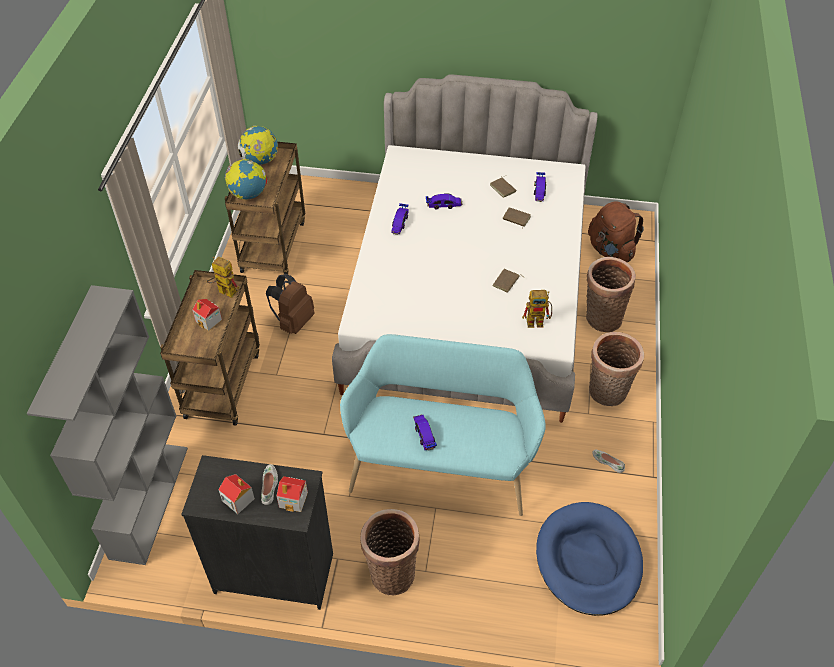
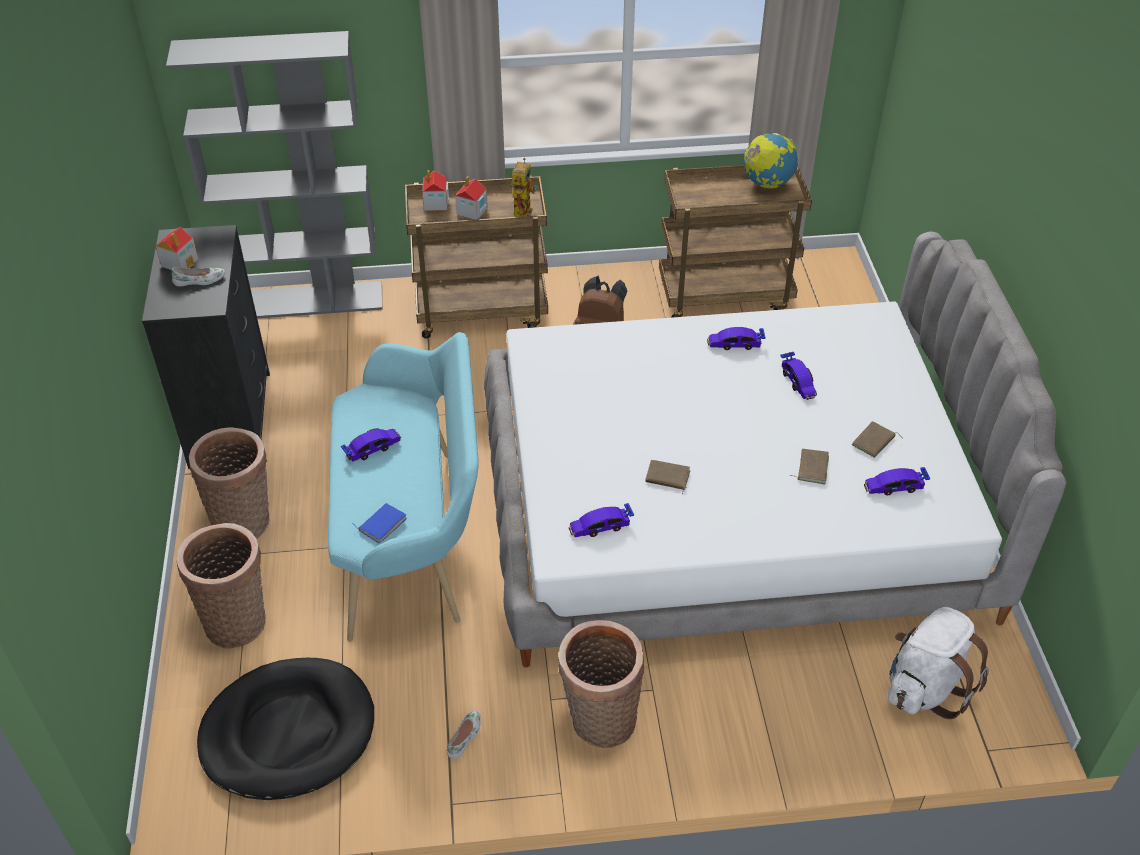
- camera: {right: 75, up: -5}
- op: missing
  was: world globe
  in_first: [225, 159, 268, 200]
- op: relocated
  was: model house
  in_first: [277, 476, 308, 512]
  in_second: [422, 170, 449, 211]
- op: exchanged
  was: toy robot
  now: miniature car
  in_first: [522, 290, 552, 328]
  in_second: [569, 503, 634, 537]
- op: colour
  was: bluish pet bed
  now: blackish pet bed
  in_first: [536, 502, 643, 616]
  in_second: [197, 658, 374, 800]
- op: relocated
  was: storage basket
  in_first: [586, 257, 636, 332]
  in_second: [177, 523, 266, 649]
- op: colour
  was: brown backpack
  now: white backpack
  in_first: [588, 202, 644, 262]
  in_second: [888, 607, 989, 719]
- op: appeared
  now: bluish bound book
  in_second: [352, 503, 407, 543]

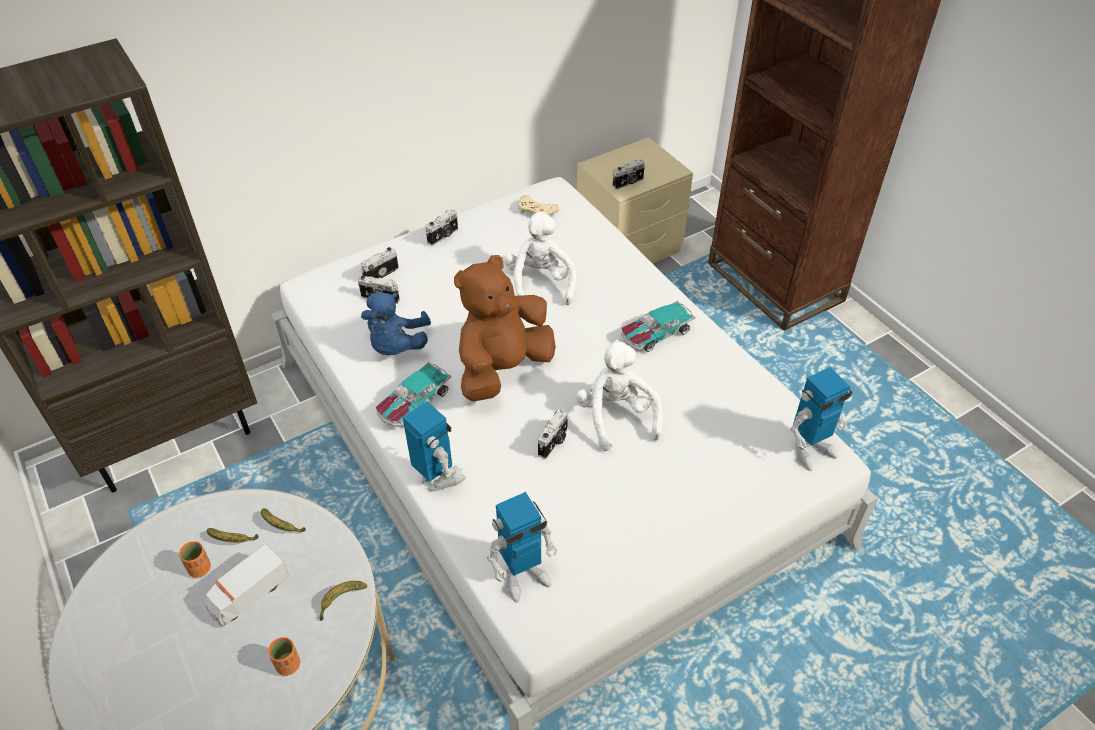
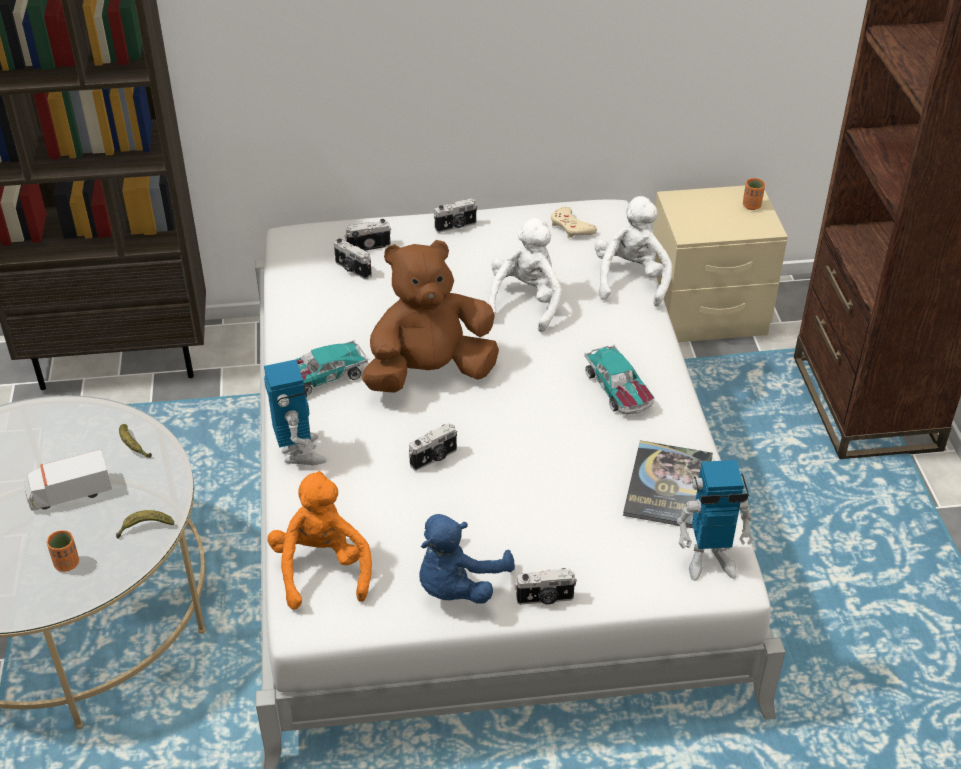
- camera: {right: 25, up: -5}
- op: relocated
  was: orange drinking cup
  in_first: [179, 541, 211, 578]
  in_second: [743, 178, 765, 210]
- op: missing
  was: whole banana
  in_first: [206, 528, 258, 542]
- op: relocated
  was: bluish cuddly toy
  in_first: [361, 292, 431, 355]
  in_second: [420, 514, 515, 604]
- op: exchanged
  was: toy robot
  now: orange cuddly toy
  in_first: [487, 492, 557, 603]
  in_second: [267, 471, 372, 610]
- op: relocated
  was: white cuddly toy
  in_first: [576, 340, 663, 451]
  in_second: [595, 196, 672, 307]
- op: relocated
  was: photo camera
  in_first: [613, 159, 645, 190]
  in_second: [515, 568, 577, 605]
- op: spun
  was: miniature car
  in_first: [621, 300, 696, 352]
  in_second: [585, 344, 655, 414]
  clockwise: -105
- op: appeared
  now: bound book
  in_second: [623, 440, 713, 528]

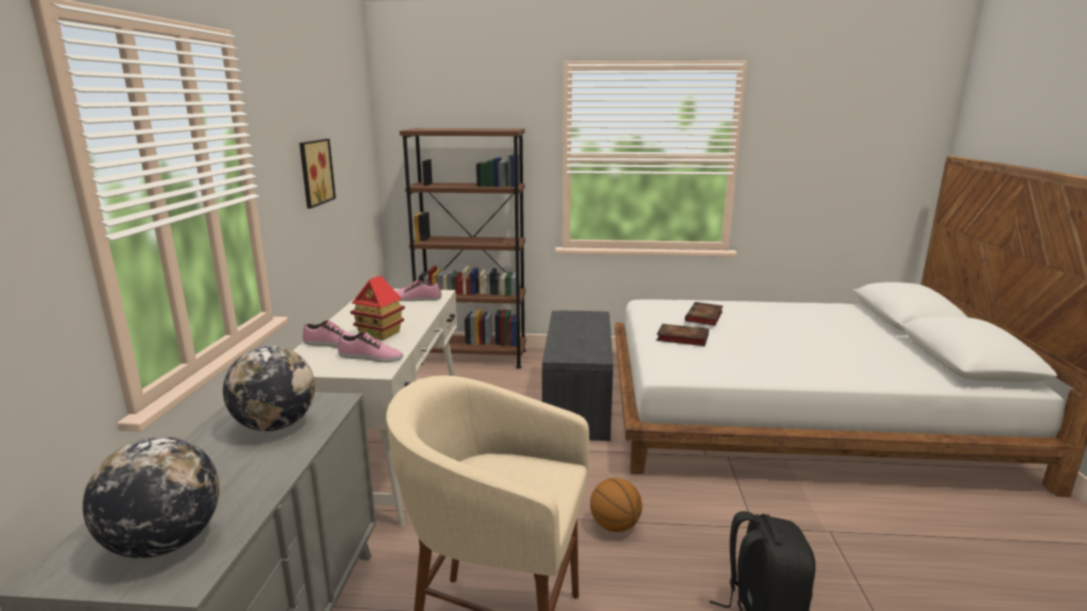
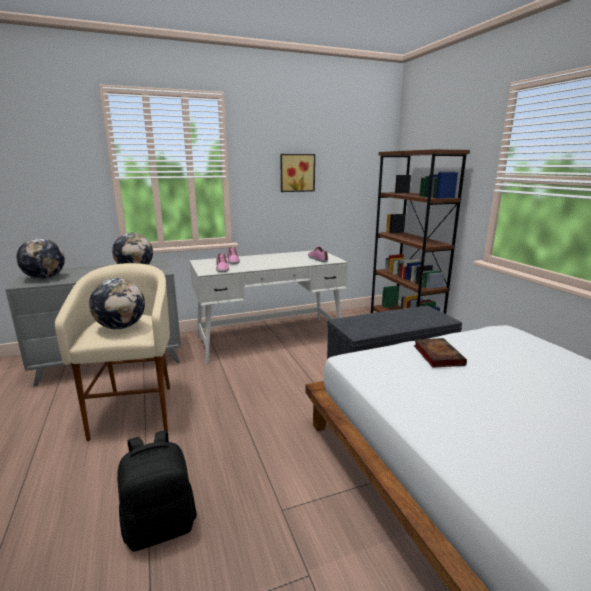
- camera: {right: 65, up: 0}
- op: missing
  was: model house
  in_first: [350, 275, 405, 340]
- op: missing
  was: basketball ball
  in_first: [590, 478, 642, 532]
- op: missing
  was: bound book
  in_first: [685, 302, 723, 326]
- op: appeared
  now: world globe
  in_second: [89, 278, 145, 329]

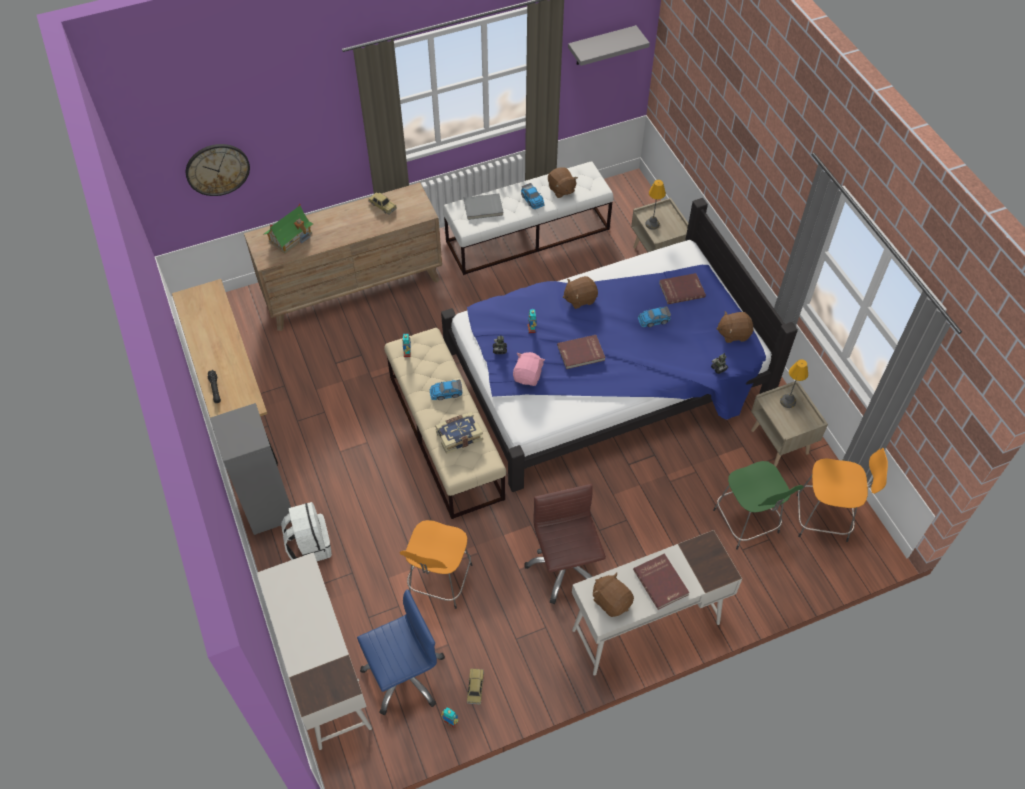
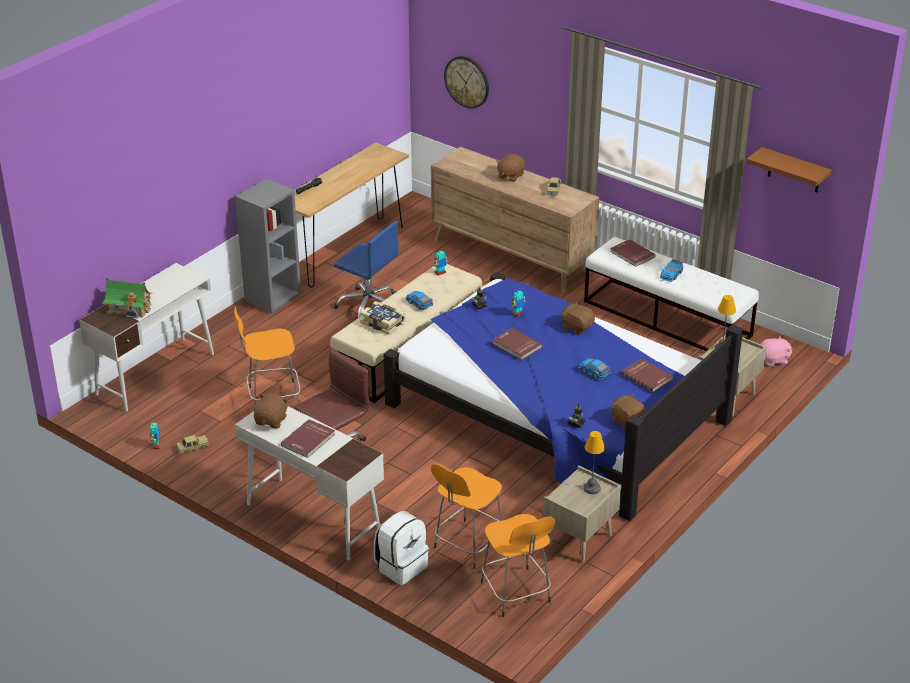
- camera: {right: 60, up: -20}
- op: relocated
  was: model house
  in_first: [264, 204, 313, 254]
  in_second: [102, 278, 151, 318]
- op: relocated
  was: white backpack
  in_first: [281, 502, 332, 561]
  in_second: [374, 511, 429, 585]
- op: relocated
  was: bluish computer chair
  in_first: [357, 589, 445, 715]
  in_second: [334, 221, 399, 318]
- op: colour
  was: grey bound book
  now: red bound book
  in_first: [464, 193, 504, 220]
  in_second: [610, 239, 656, 267]
- op: relocated
  was: pink-coloured cuddly toy
  in_first: [513, 352, 545, 386]
  in_second: [761, 336, 793, 367]
- op: relocated
  was: brown cuddly toy
  in_first: [548, 167, 578, 198]
  in_second: [496, 154, 525, 182]
- op: colour
  was: grey bracket shelf
  now: brown bracket shelf
  in_first: [568, 25, 650, 66]
  in_second: [746, 147, 831, 192]
- op: colour
  was: green-coloured sitting stool
  now: orange sitting stool
  in_first: [713, 461, 803, 550]
  in_second: [431, 464, 502, 569]

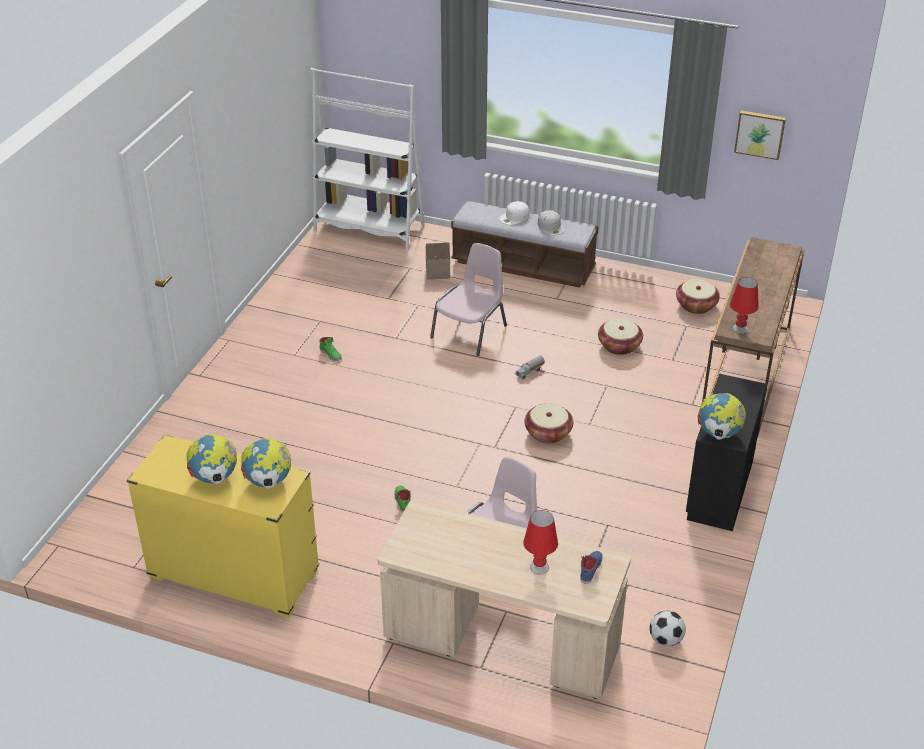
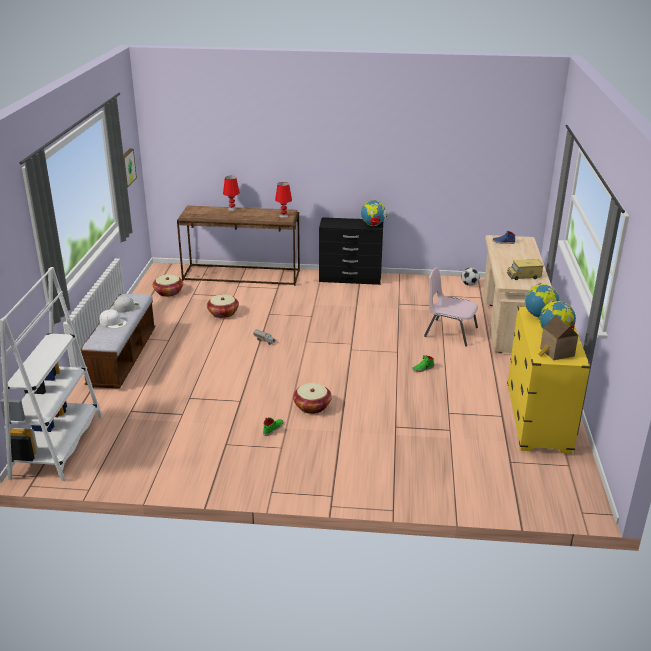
- camera: {right: -105, up: -10}
- op: relocated
  was: model house
  in_first: [426, 243, 450, 279]
  in_second: [538, 315, 578, 360]
- op: missing
  was: pink-coloured chair
  in_first: [430, 243, 507, 356]
- op: relocated
  was: red table lamp
  in_first: [523, 510, 558, 574]
  in_second: [223, 176, 240, 211]
- op: relocated
  was: storage basket
  in_first: [525, 403, 573, 444]
  in_second: [293, 383, 332, 414]
- op: appeared
  now: toy truck
  in_second: [507, 259, 544, 280]

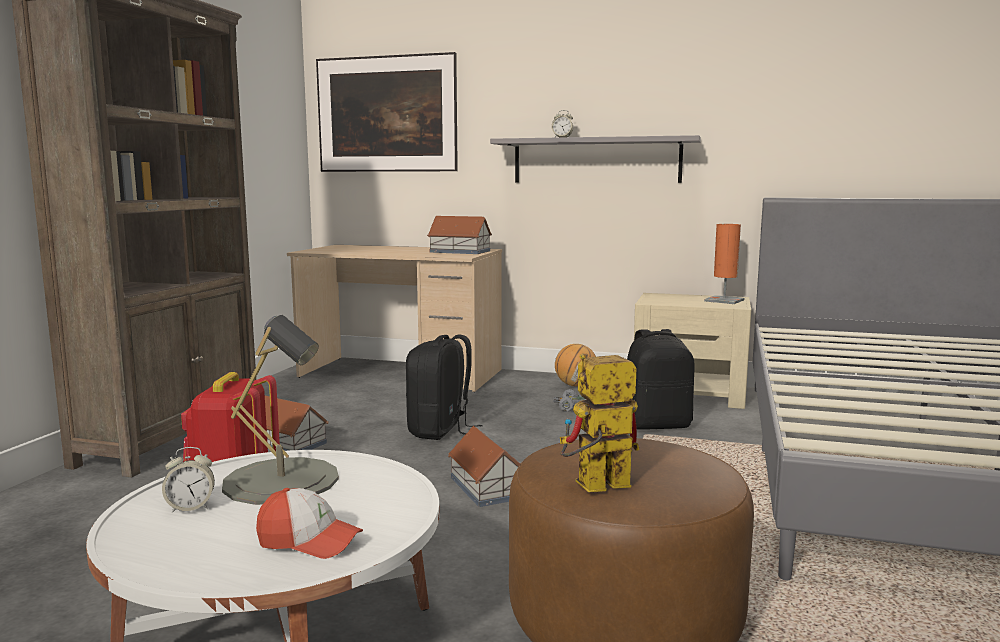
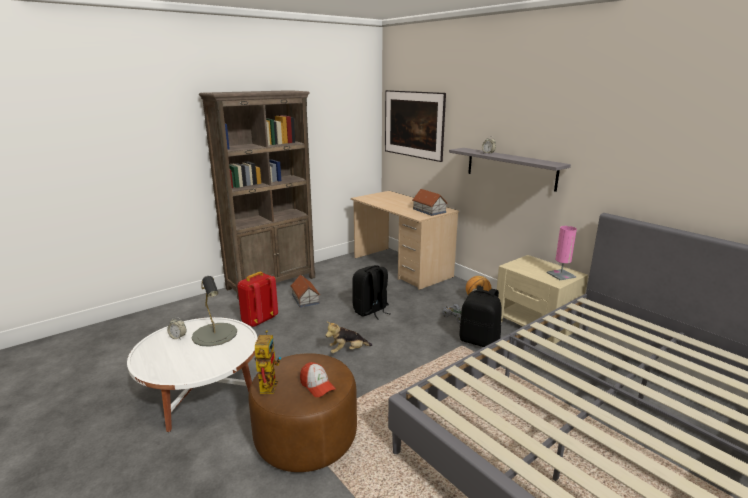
- camera: {right: 35, up: 10}
- op: relocated
  was: baseball cap
  in_first: [256, 488, 363, 559]
  in_second: [300, 362, 336, 397]
- op: exchanged
  was: model house
  now: cuddly toy
  in_first: [448, 426, 520, 507]
  in_second: [325, 322, 372, 353]
- op: spun
  was: toy robot
  in_first: [560, 353, 639, 492]
  in_second: [255, 330, 281, 394]
  clockwise: 75
- op: colour
  was: orange table lamp
  now: pink-coloured table lamp
  in_first: [704, 224, 744, 304]
  in_second: [547, 226, 577, 280]

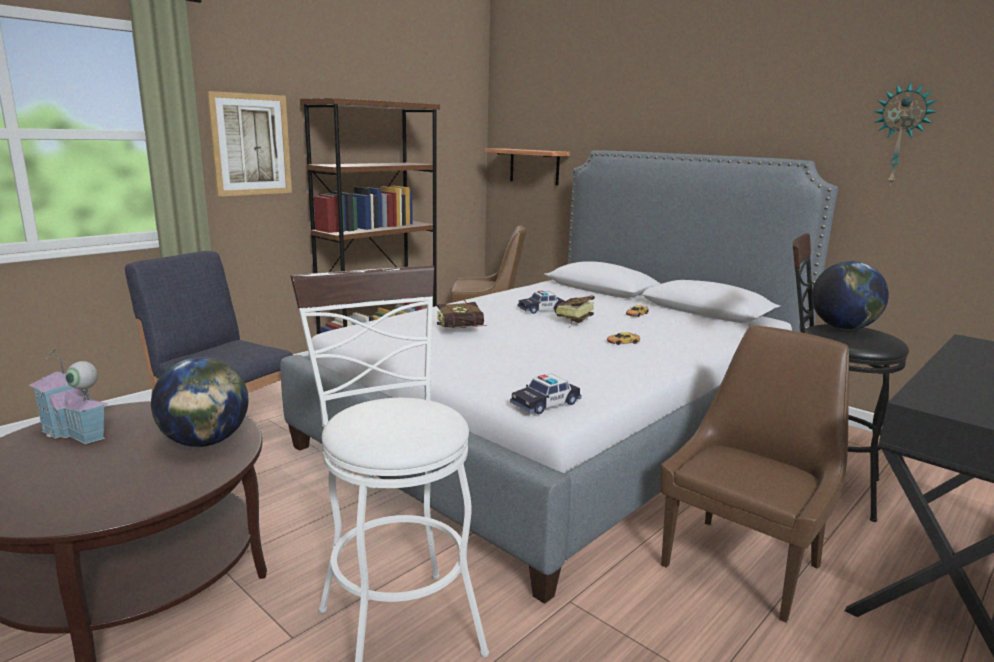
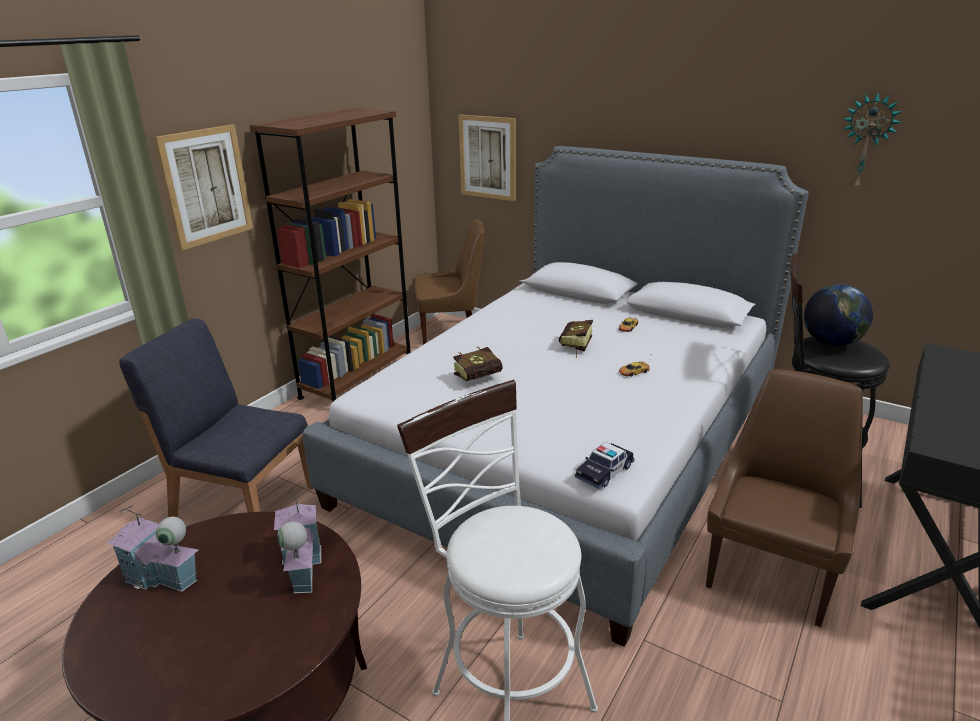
- camera: {right: -10, up: 10}
- op: exchanged
  was: world globe
  now: model house
  in_first: [151, 357, 248, 447]
  in_second: [274, 491, 321, 594]
- op: exchanged
  was: bracket shelf
  now: wall picture
  in_first: [485, 148, 570, 186]
  in_second: [458, 115, 516, 201]
- op: missing
  was: miniature car
  in_first: [518, 291, 564, 314]

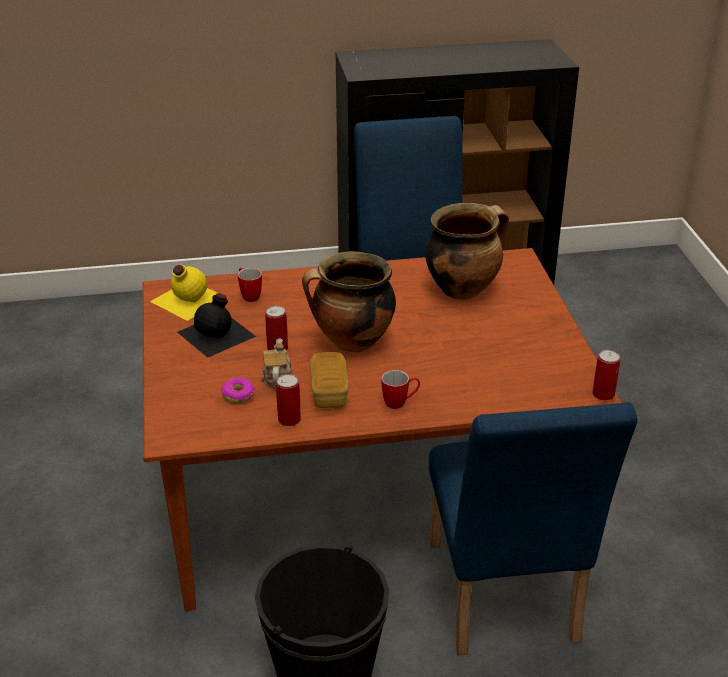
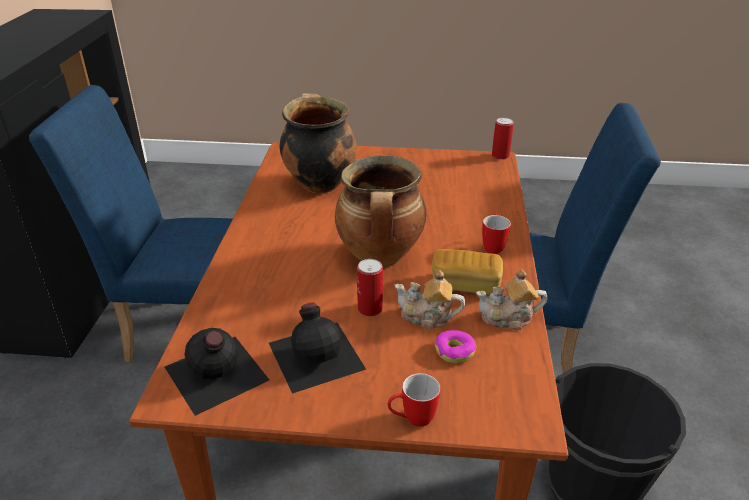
- camera: {right: -75, up: 0}
- op: colour
  was: yellowish beverage bottle
  now: blackish beverage bottle
  in_first: [150, 265, 217, 321]
  in_second: [165, 328, 269, 416]
- op: relocated
  was: mug
  in_first: [238, 268, 262, 302]
  in_second: [388, 373, 441, 427]
- op: exchanged
  was: can
  now: tea pot
  in_first: [276, 374, 301, 426]
  in_second: [476, 269, 547, 330]

